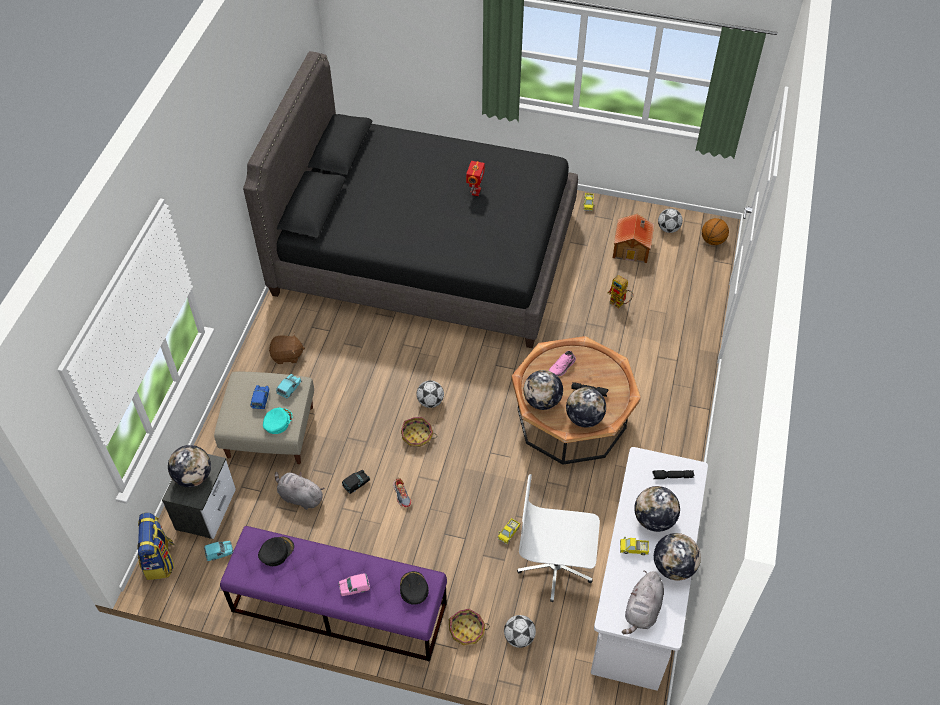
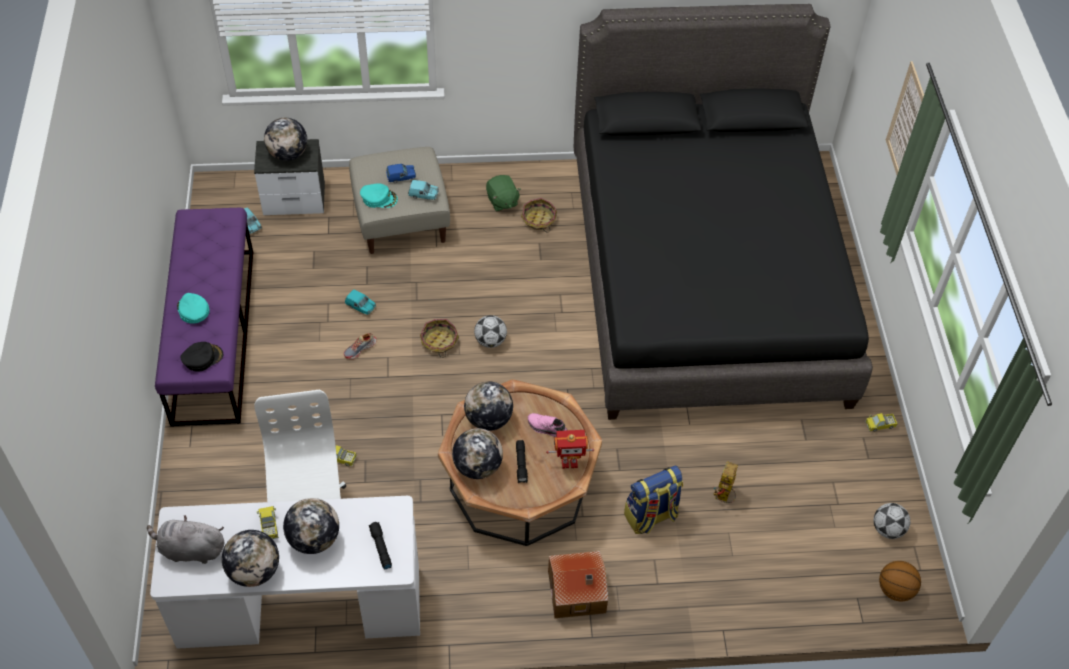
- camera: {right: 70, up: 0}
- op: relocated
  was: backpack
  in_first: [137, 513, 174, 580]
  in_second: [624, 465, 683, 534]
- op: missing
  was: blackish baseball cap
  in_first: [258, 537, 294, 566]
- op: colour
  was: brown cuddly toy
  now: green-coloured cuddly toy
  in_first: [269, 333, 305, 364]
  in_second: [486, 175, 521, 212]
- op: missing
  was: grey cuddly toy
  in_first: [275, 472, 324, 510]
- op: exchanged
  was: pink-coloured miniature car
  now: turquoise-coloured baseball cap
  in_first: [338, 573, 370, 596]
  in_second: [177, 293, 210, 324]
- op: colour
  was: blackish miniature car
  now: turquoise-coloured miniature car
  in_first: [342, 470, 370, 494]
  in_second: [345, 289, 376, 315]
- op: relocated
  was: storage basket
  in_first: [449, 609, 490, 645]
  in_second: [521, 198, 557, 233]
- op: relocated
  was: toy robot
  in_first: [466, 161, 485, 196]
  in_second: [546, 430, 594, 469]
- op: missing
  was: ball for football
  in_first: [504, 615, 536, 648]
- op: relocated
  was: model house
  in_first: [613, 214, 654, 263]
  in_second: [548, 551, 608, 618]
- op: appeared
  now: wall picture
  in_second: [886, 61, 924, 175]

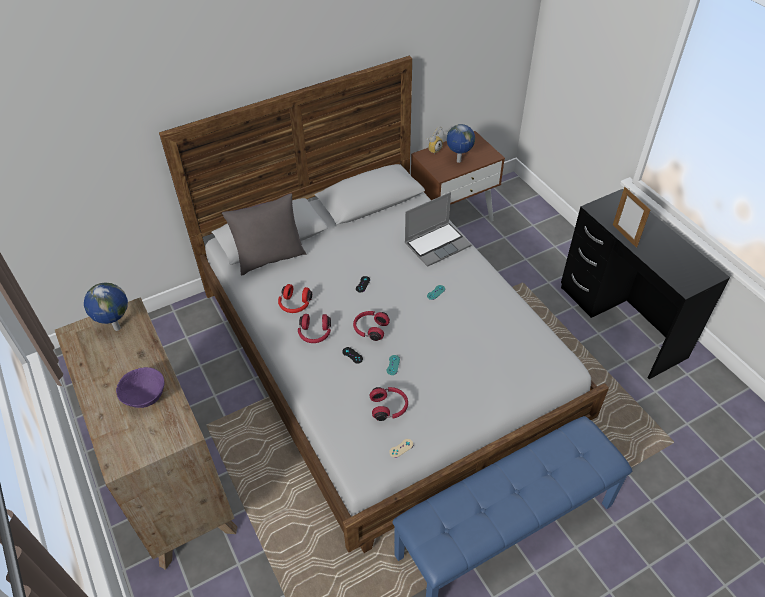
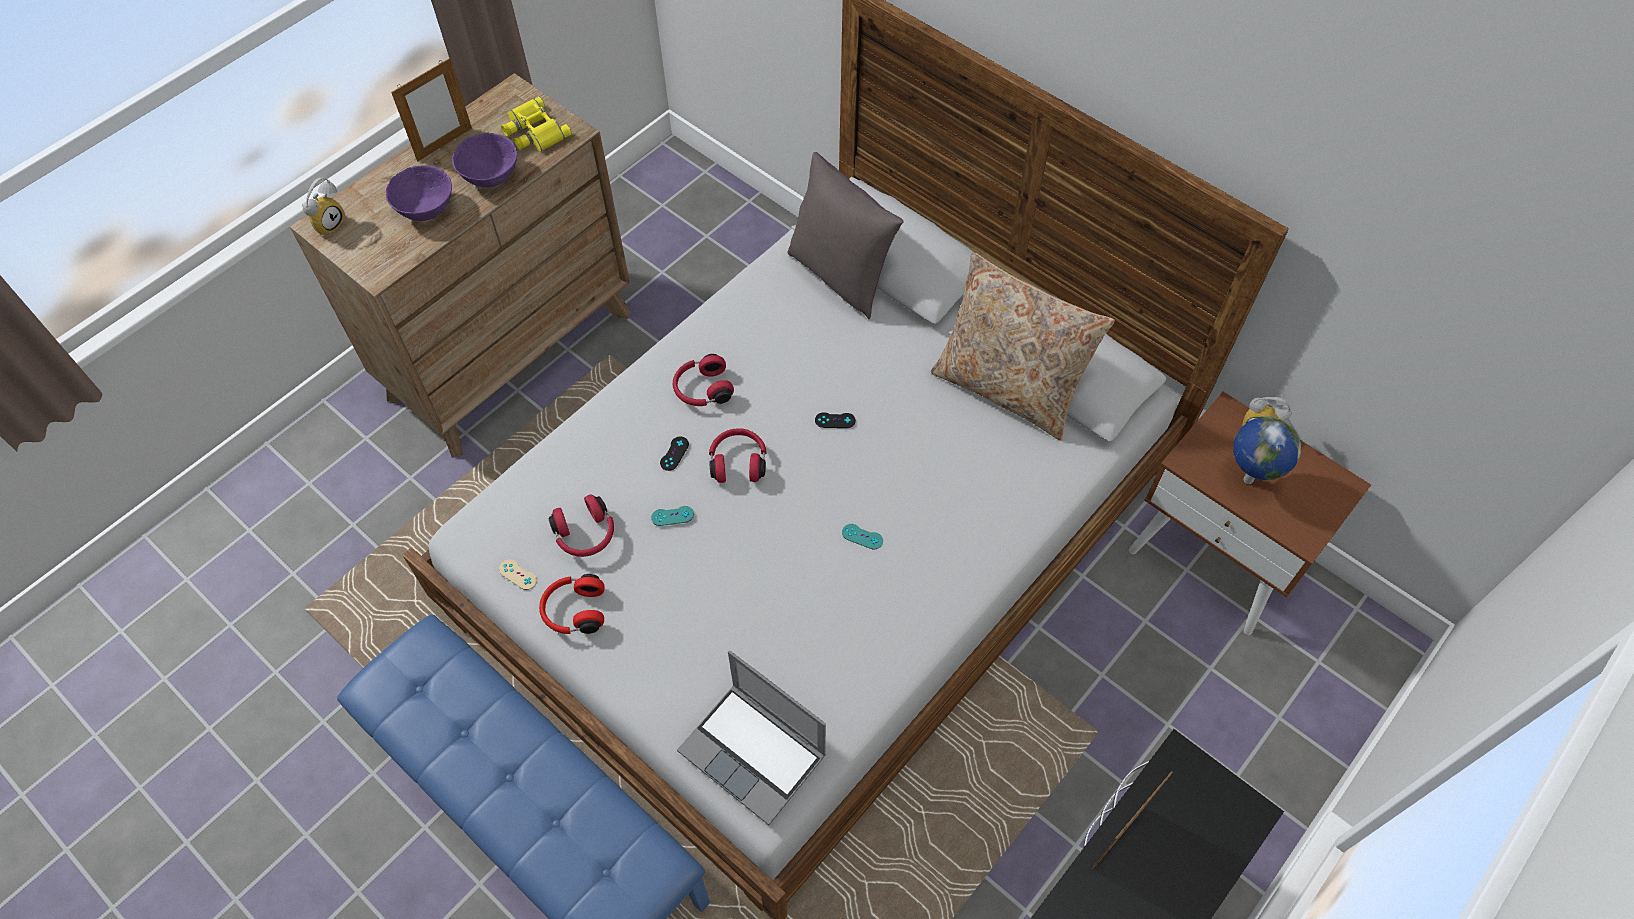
- camera: {right: 70, up: 10}
- op: exchanged
  was: world globe
  now: yellowish field glasses
  in_first: [84, 282, 128, 331]
  in_second: [501, 97, 572, 152]
- op: relocated
  was: red headphones
  in_first: [278, 284, 312, 313]
  in_second: [539, 574, 605, 634]
- op: relocated
  was: laptop
  in_first: [405, 192, 472, 267]
  in_second: [677, 651, 826, 825]
- op: appeared
  now: table clock
  in_second: [302, 178, 345, 237]
- op: appeared
  now: picture frame
  in_second: [391, 58, 472, 161]
- op: appeared
  now: purple-coloured bowl
  in_second: [452, 133, 517, 187]
- op: appeared
  now: beige cushion
  in_second: [931, 252, 1115, 441]

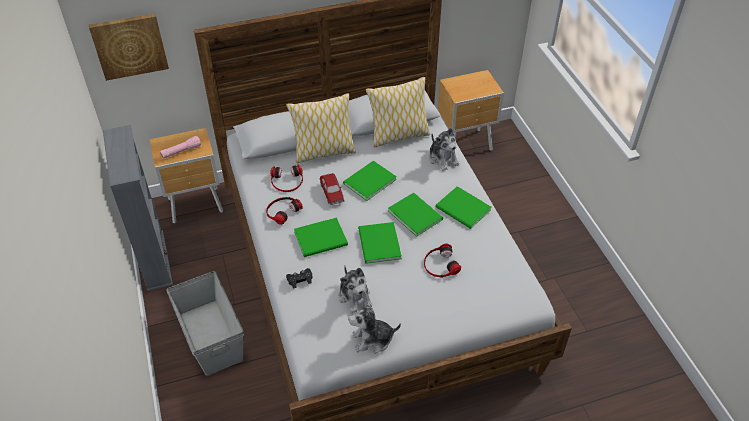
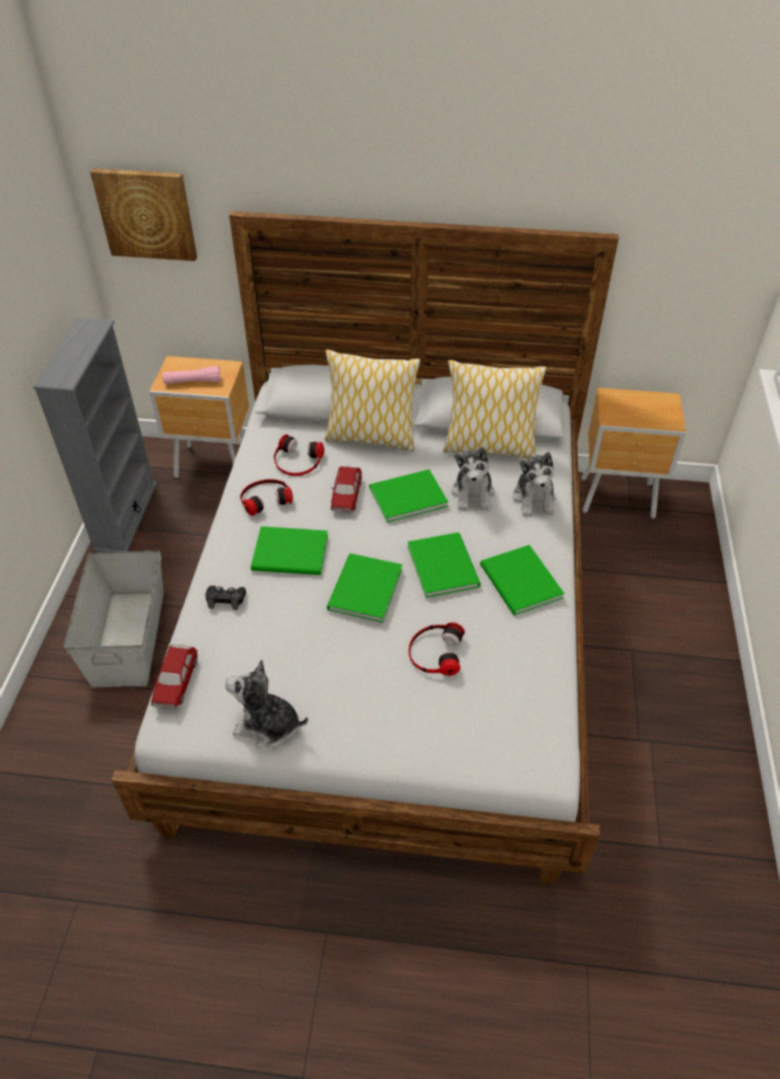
- camera: {right: 25, up: 0}
- op: relocated
  was: cuddly toy
  in_first: [339, 266, 372, 314]
  in_second: [452, 447, 495, 511]
- op: appeared
  now: miniature car
  in_second: [151, 645, 198, 709]

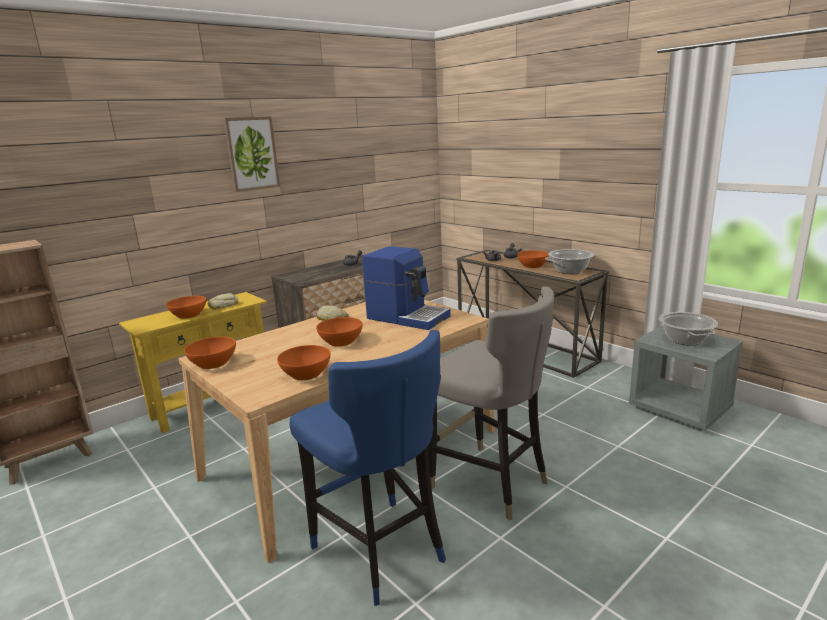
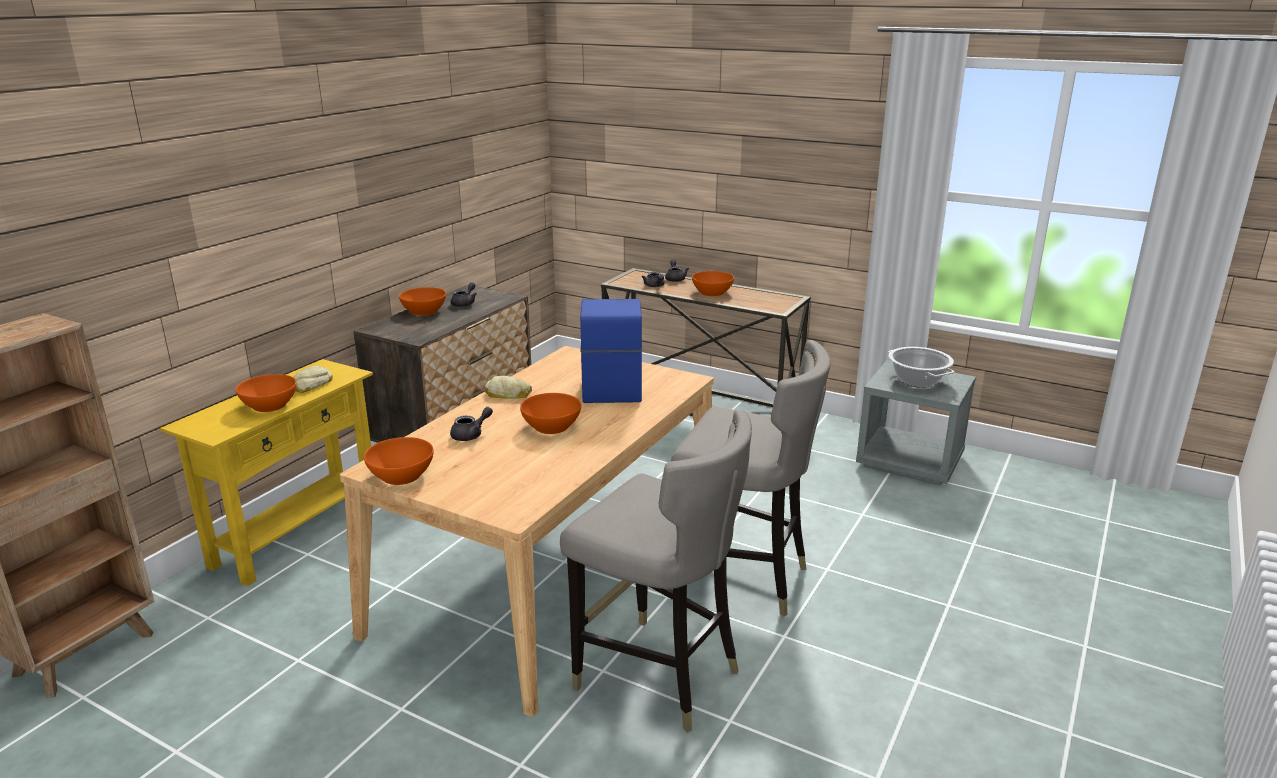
- camera: {right: -20, up: 5}
- op: missing
  was: wall picture
  in_first: [223, 116, 280, 192]
- op: relocated
  was: orange bowl
  in_first: [277, 345, 331, 380]
  in_second: [399, 287, 446, 316]
- op: colour
  was: bluish sitting stool
  now: grey sitting stool
  in_first: [290, 330, 446, 606]
  in_second: [560, 410, 752, 733]
- op: spun
  was: coffee machine
  in_first: [362, 246, 451, 330]
  in_second: [580, 299, 642, 403]
  clockwise: -105
- op: missing
  was: stockpot
  in_first: [545, 249, 596, 274]
- op: appeared
  now: grey tea pot
  in_second: [450, 407, 493, 441]

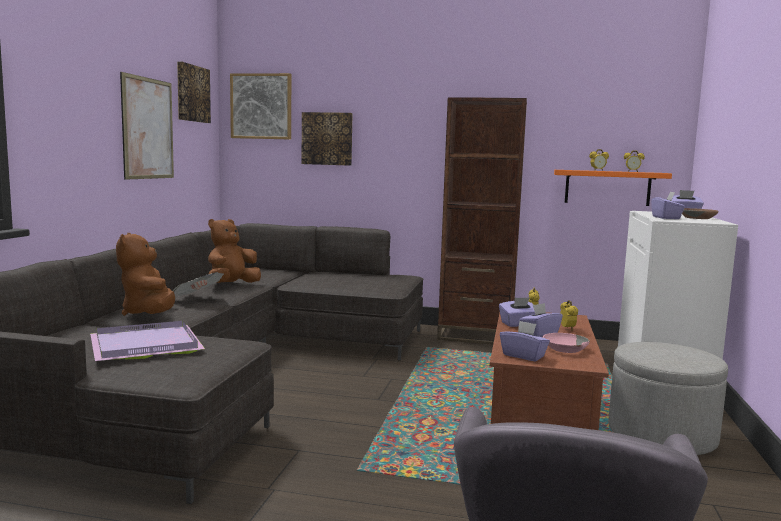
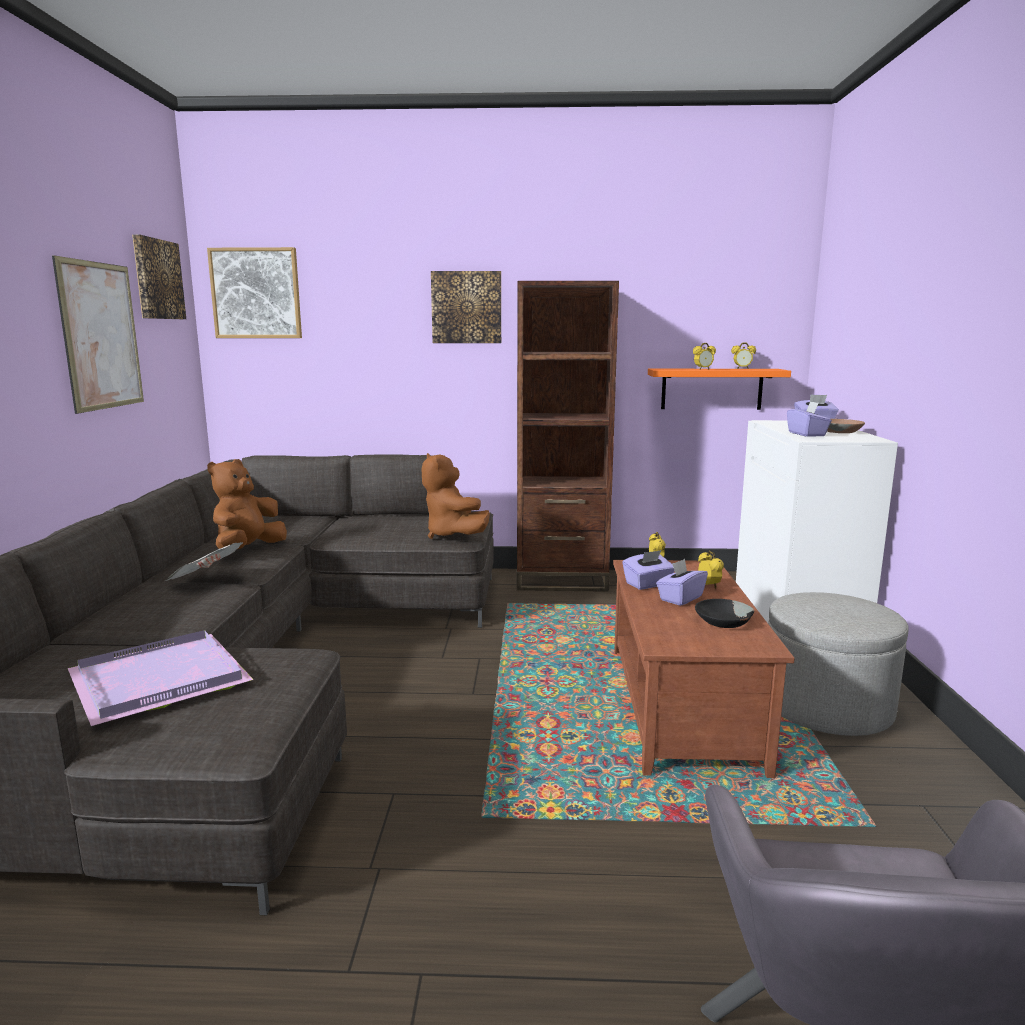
- camera: {right: -10, up: 5}
- op: relocated
  was: brown cuddly toy
  in_first: [116, 233, 175, 316]
  in_second: [422, 453, 490, 539]
- op: relocated
  was: wall picture
  in_first: [301, 112, 353, 166]
  in_second: [431, 271, 501, 343]
- op: missing
  was: purple-coloured tissue holder
  in_first: [500, 321, 550, 361]
- op: colour
  was: pink-coloured bowl
  now: blackish bowl
  in_first: [543, 333, 590, 353]
  in_second: [695, 599, 754, 628]

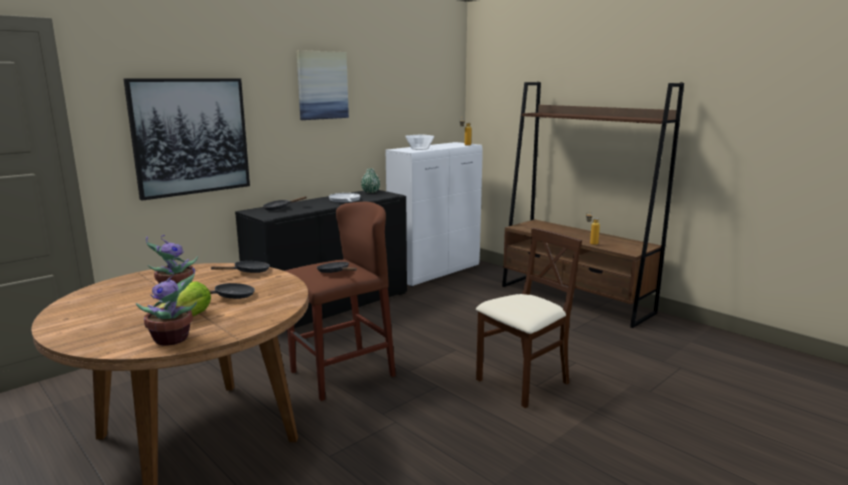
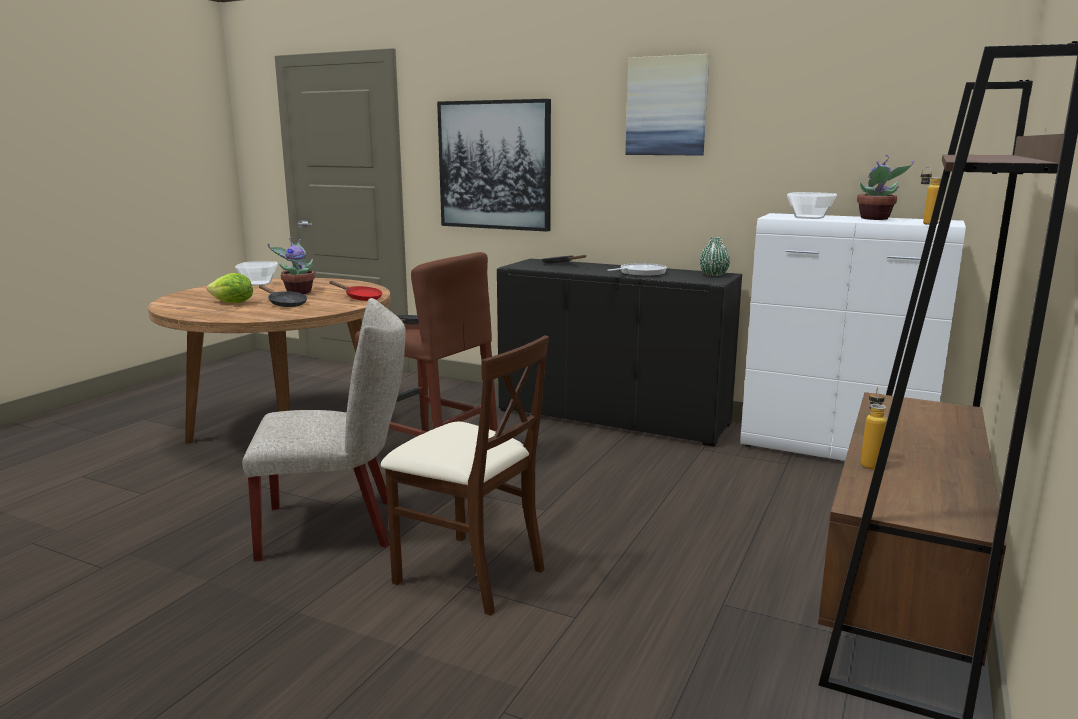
- camera: {right: 70, up: 0}
- op: relocated
  was: plant in a pot
  in_first: [136, 267, 197, 346]
  in_second: [857, 155, 913, 220]
- op: colour
  was: blackish skillet
  now: red skillet
  in_first: [210, 261, 270, 273]
  in_second: [329, 281, 382, 301]
- op: appeared
  now: bowl
  in_second: [235, 261, 278, 286]
- op: appeared
  now: beige chair
  in_second: [242, 298, 406, 561]

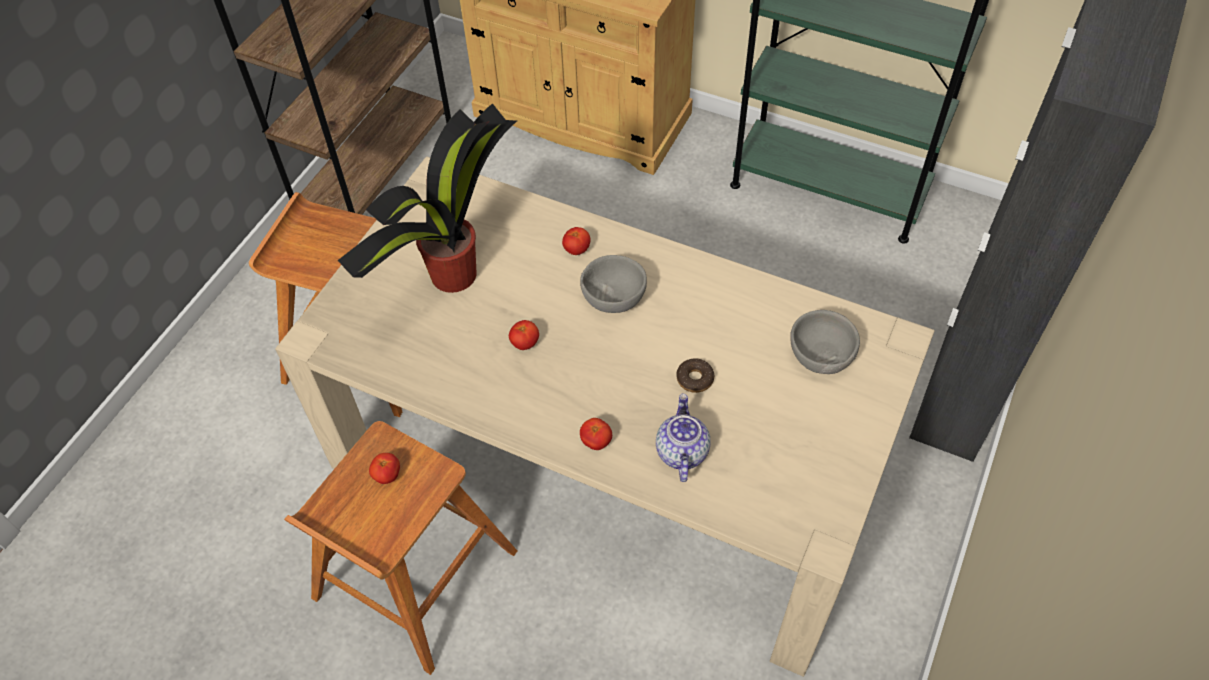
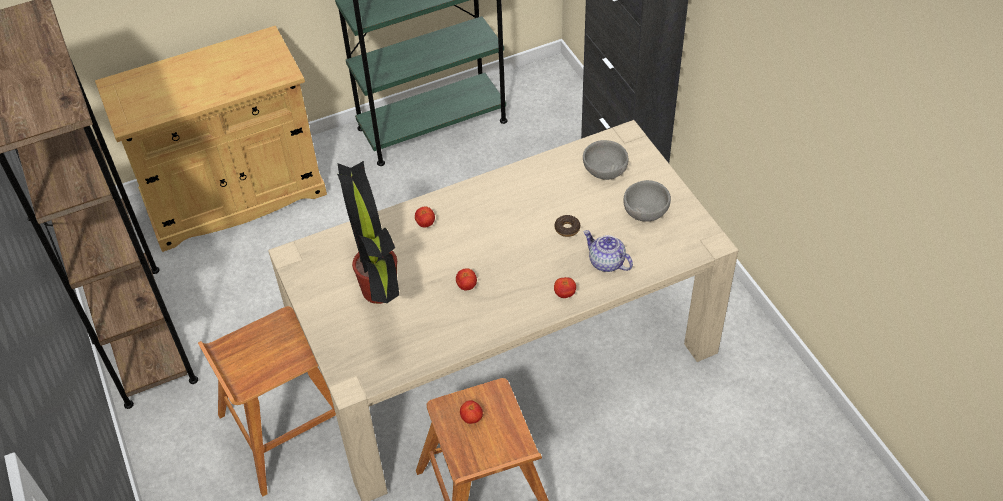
- camera: {right: -50, up: -5}
- op: relocated
  was: grey bowl
  in_first: [580, 255, 647, 313]
  in_second: [624, 180, 671, 222]

